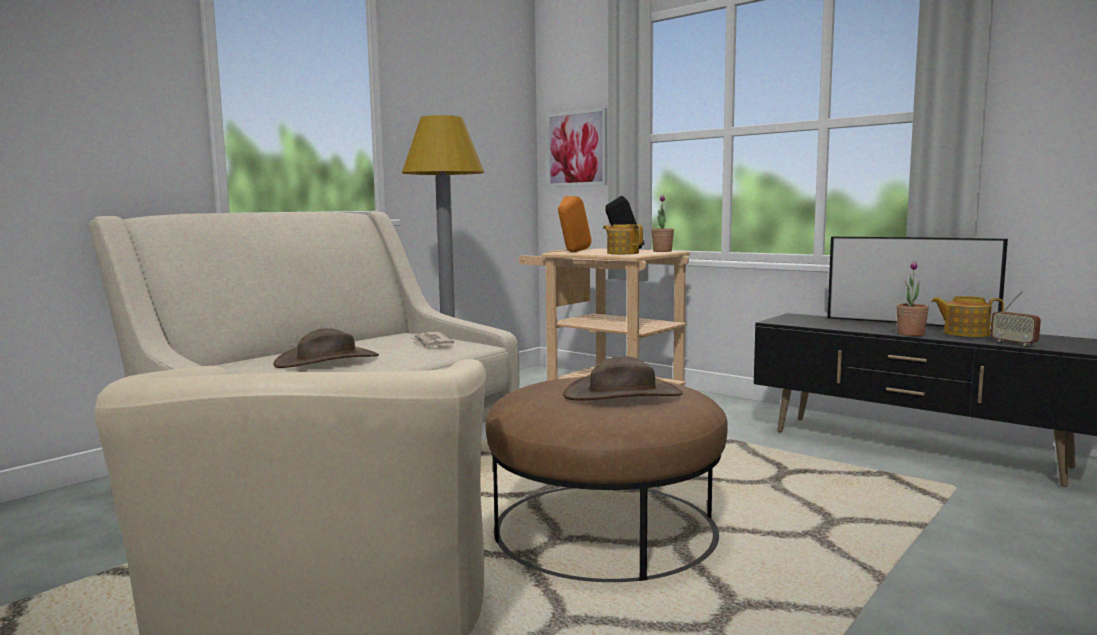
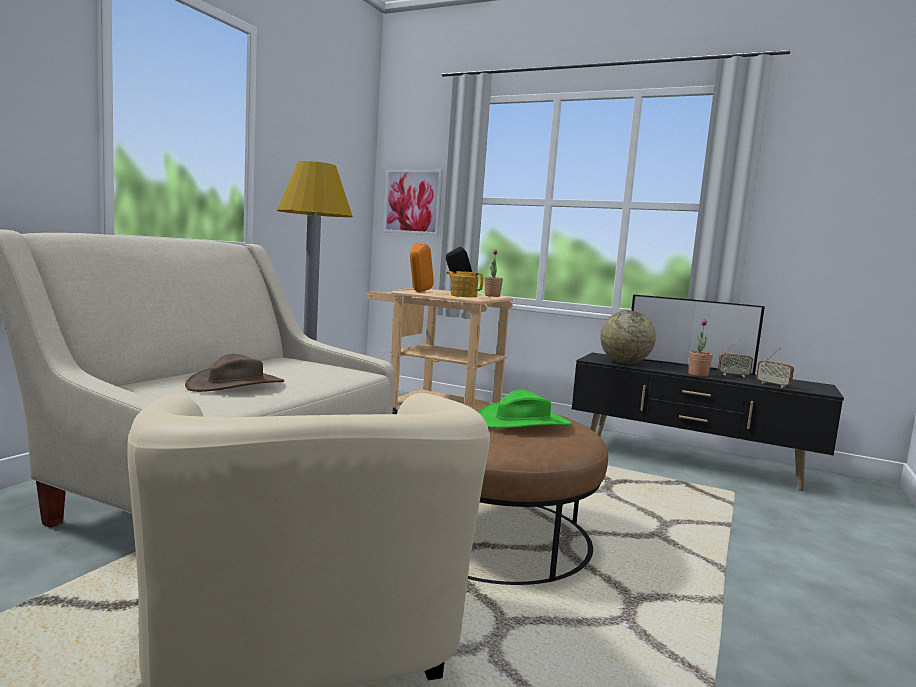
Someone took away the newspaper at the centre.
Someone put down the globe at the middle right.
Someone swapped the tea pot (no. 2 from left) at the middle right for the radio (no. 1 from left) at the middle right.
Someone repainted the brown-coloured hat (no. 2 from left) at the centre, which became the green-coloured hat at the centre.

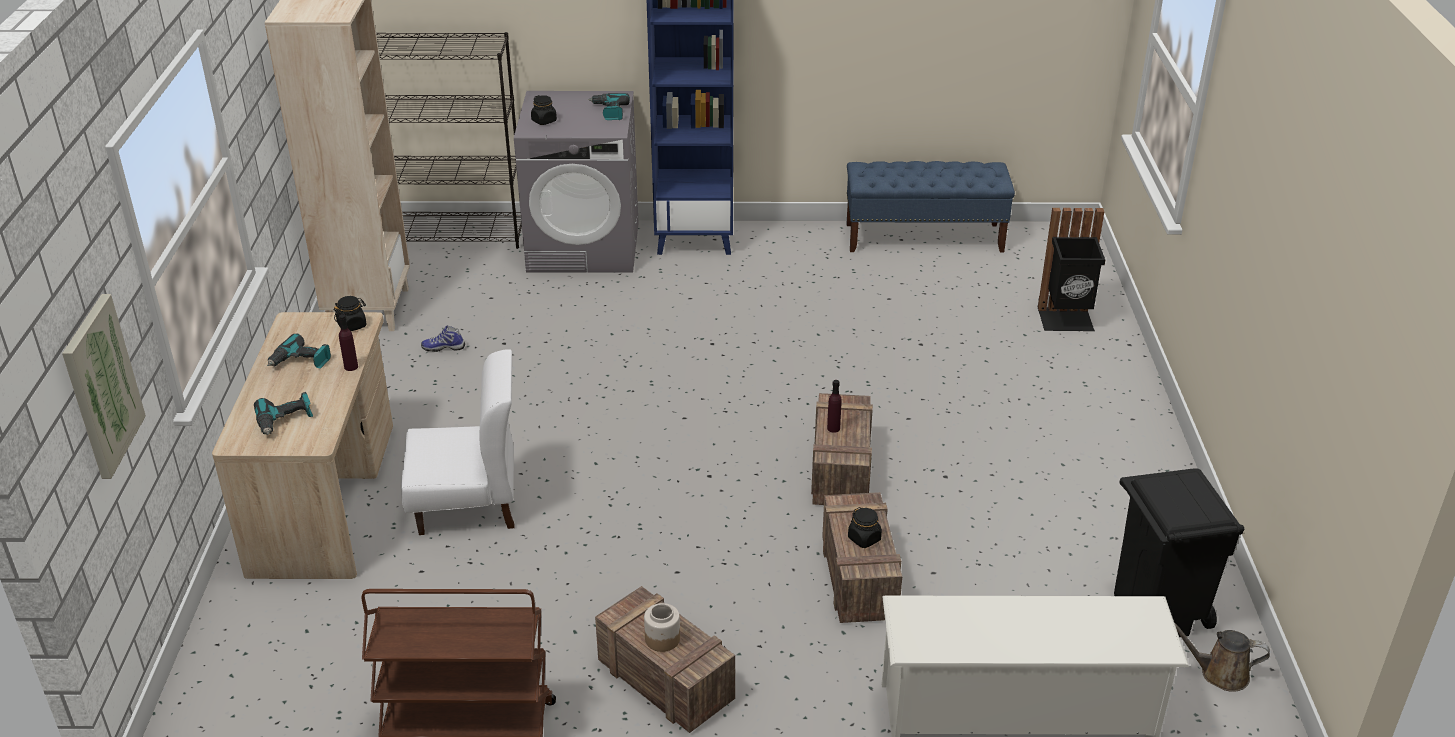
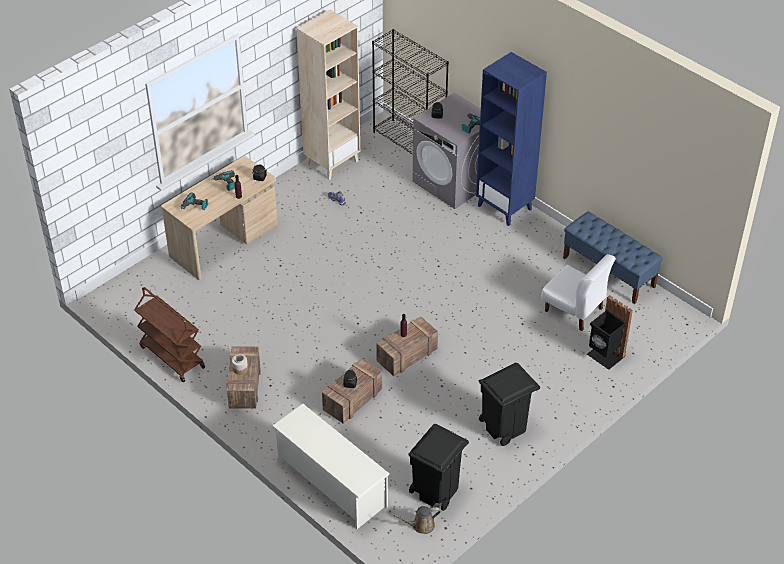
Someone took away the wall picture at the middle left.
Someone put down the black rubbish bin (no. 2 from left) at the bottom centre.
Someone carried the whitish upright chair from the middle left to the middle right.
Someone rotated the brown-coloured watering can at the bottom right by 75 degrees counterclockwise.

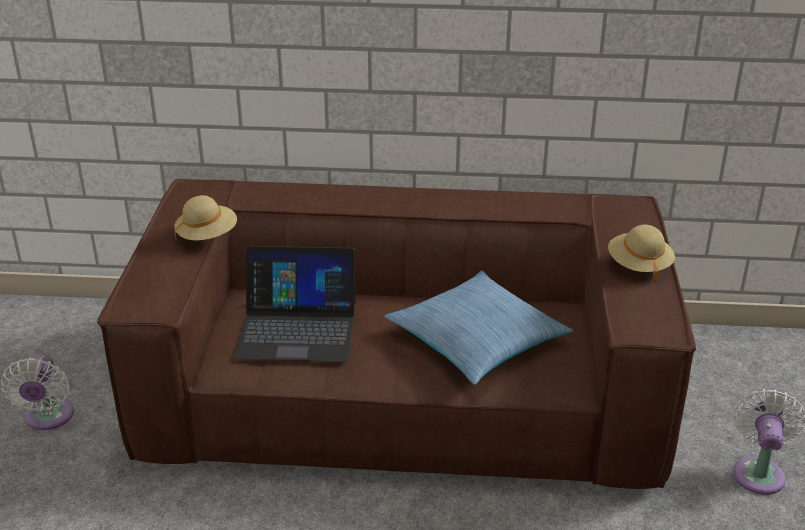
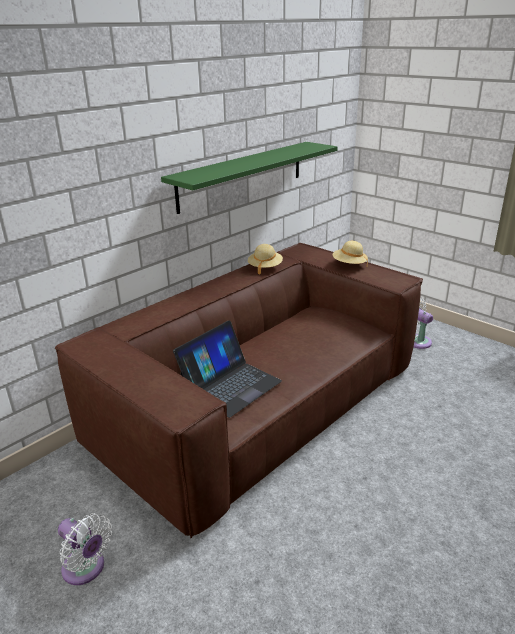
Someone took away the throw pillow at the centre.
Someone put up the green-coloured shelf at the top centre.
Someone carried the sand-coloured hat (no. 1 from left) from the middle left to the centre.

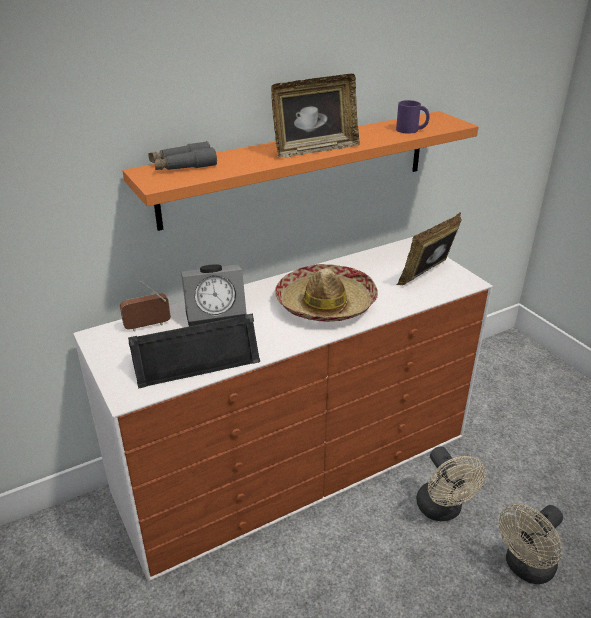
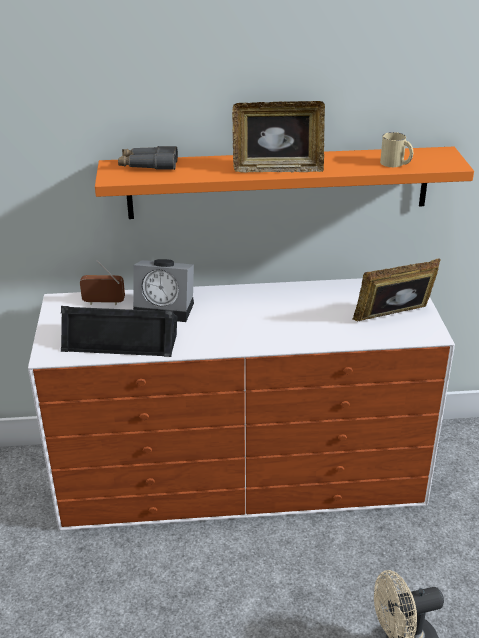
Someone took away the hat at the centre.
Someone took away the sand-coloured fan (no. 1 from left) at the bottom right.
Someone repainted the purple mug at the top right, which became the sand-coloured mug at the top right.

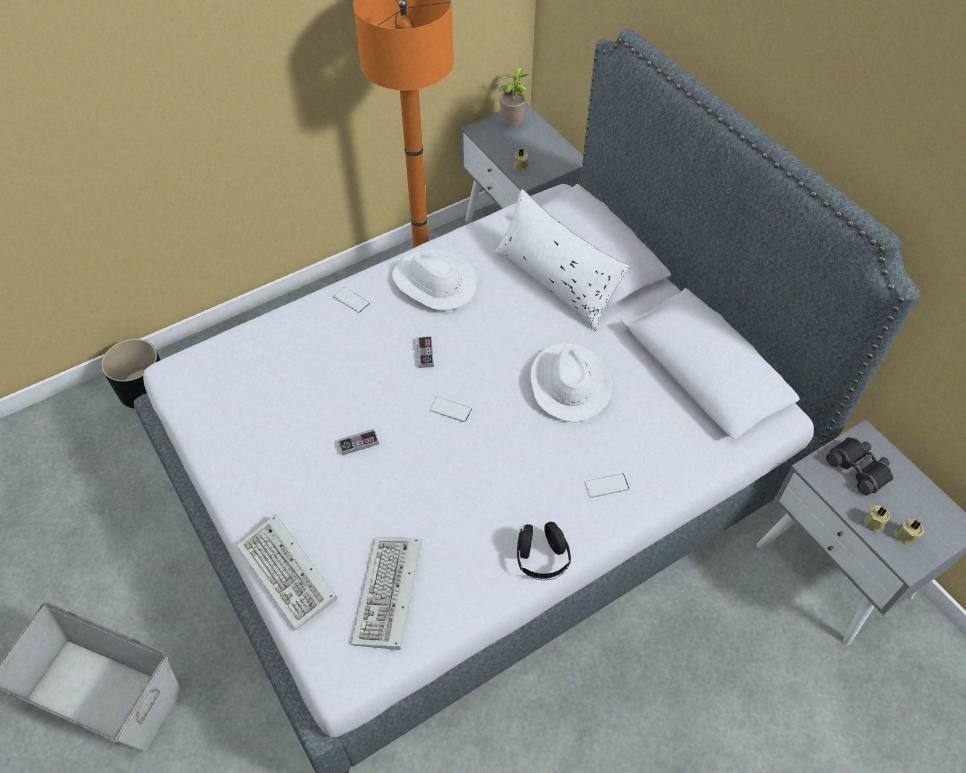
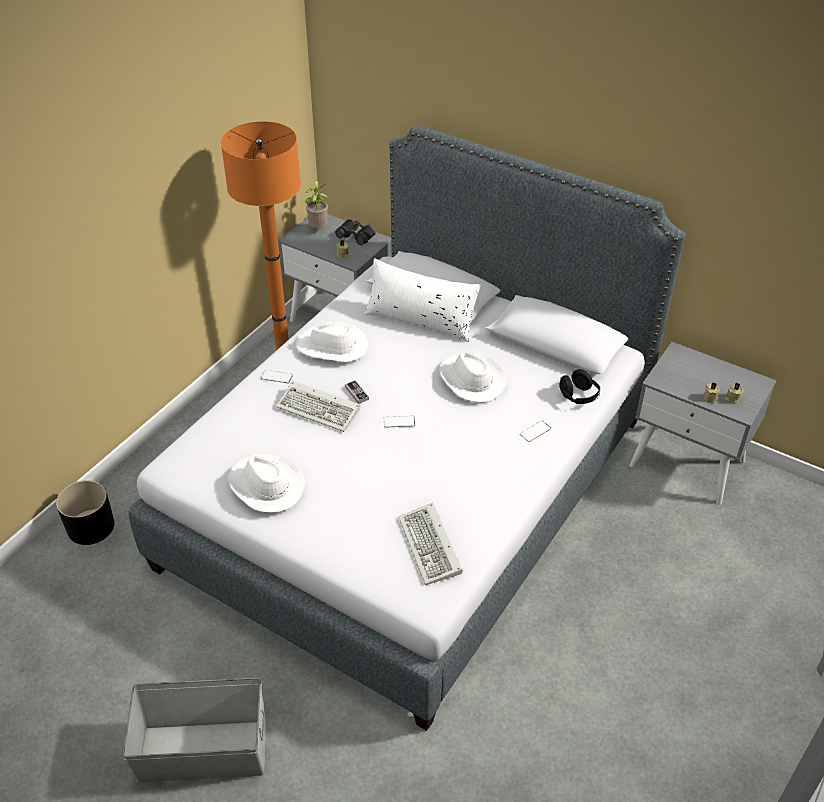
Someone took away the joypad (no. 1 from left) at the centre.
Someone put down the whitish hat (no. 1 from left) at the middle left.
Someone carried the computer keyboard (no. 1 from left) from the bottom left to the centre.
Someone carried the black headset from the bottom centre to the middle right.
Someone carried the black field glasses from the middle right to the top centre.

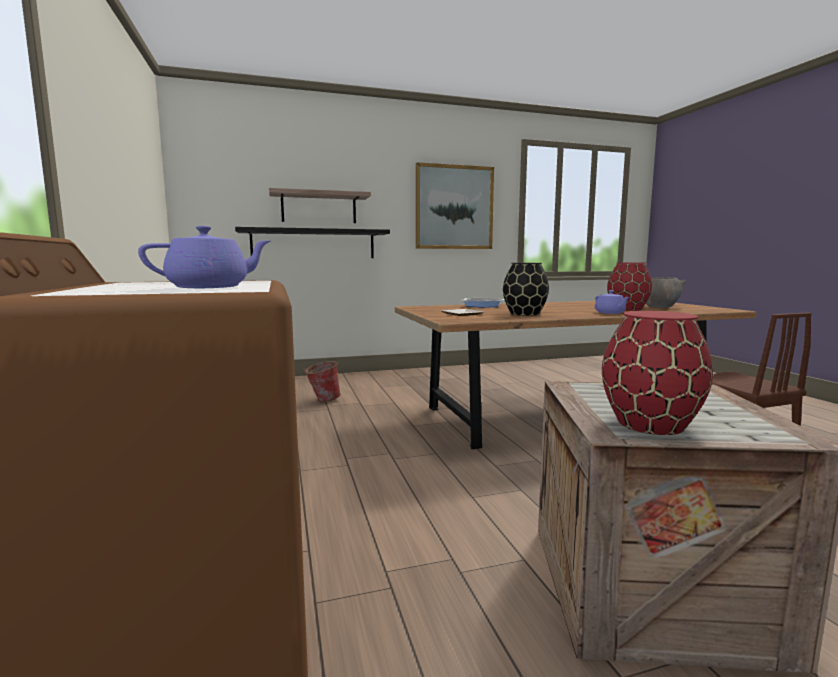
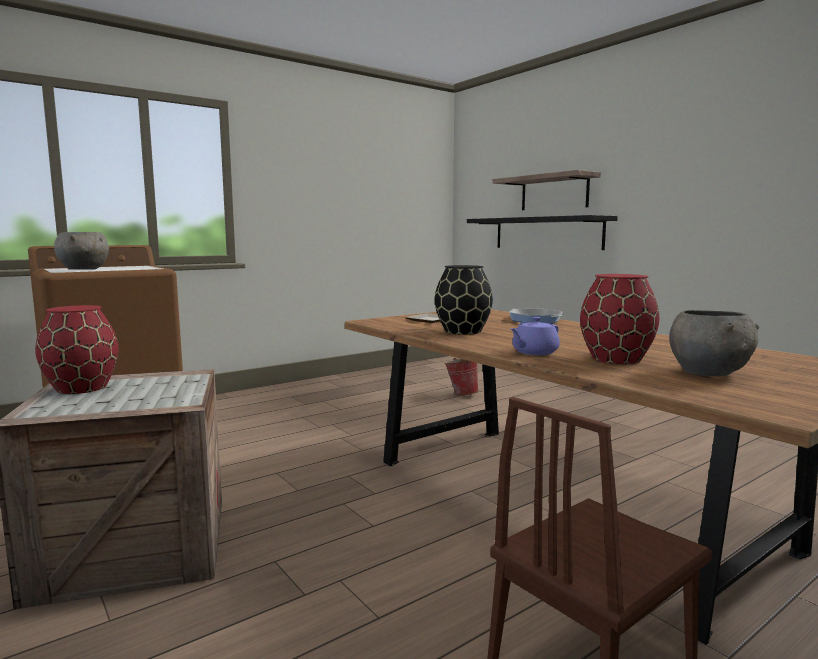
Someone took away the wall picture at the top centre.
Someone swapped the purple tea pot (no. 1 from left) at the middle left for the gray serving bowl (no. 1 from left) at the middle left.

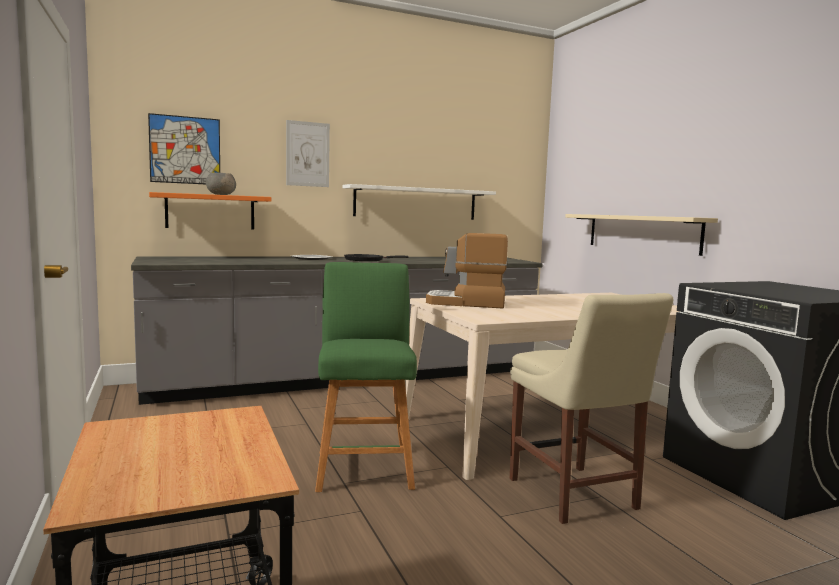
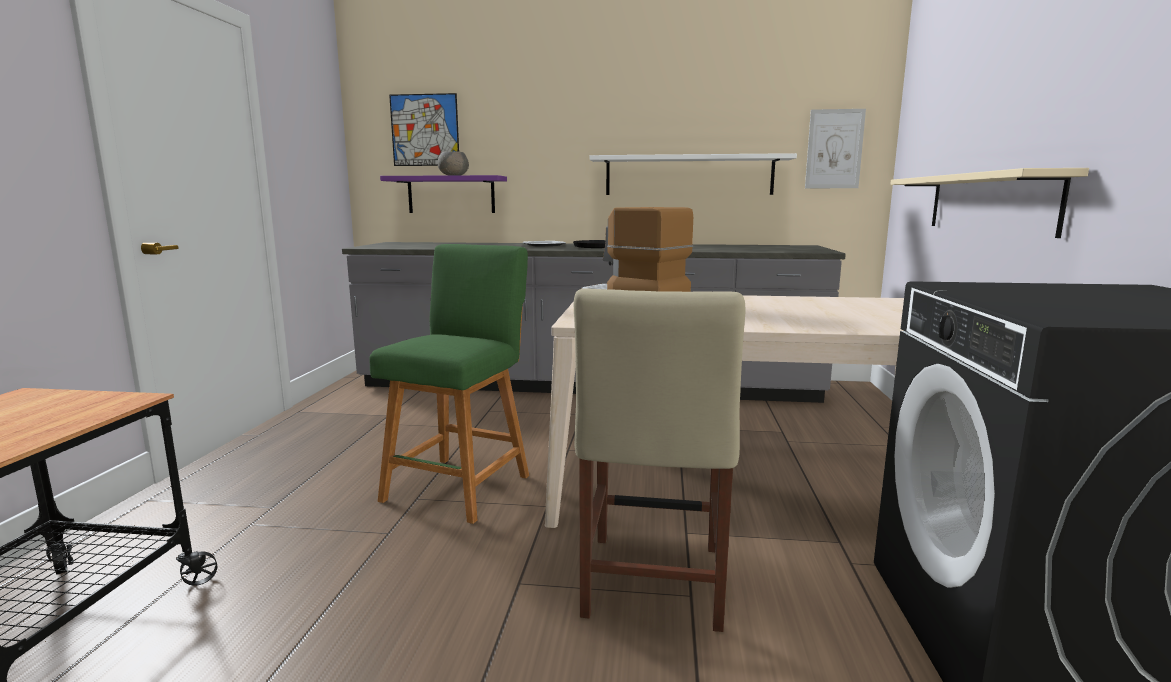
Someone carried the wall picture (no. 2 from left) from the top centre to the top right.
Someone repainted the orange-coloured shelf at the middle left, which became the purple shelf at the top centre.

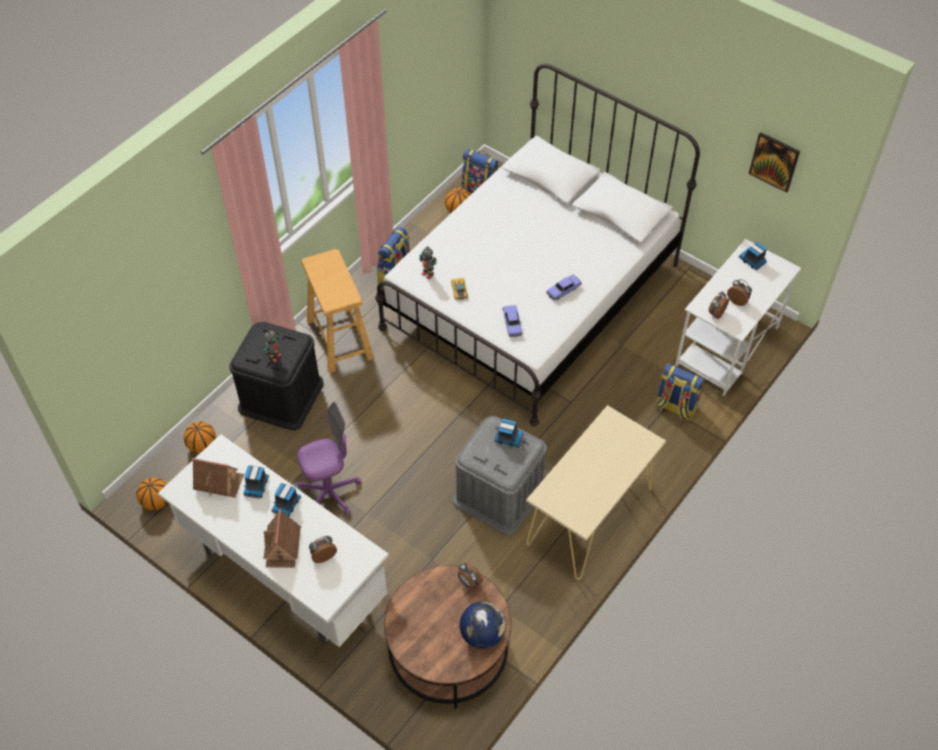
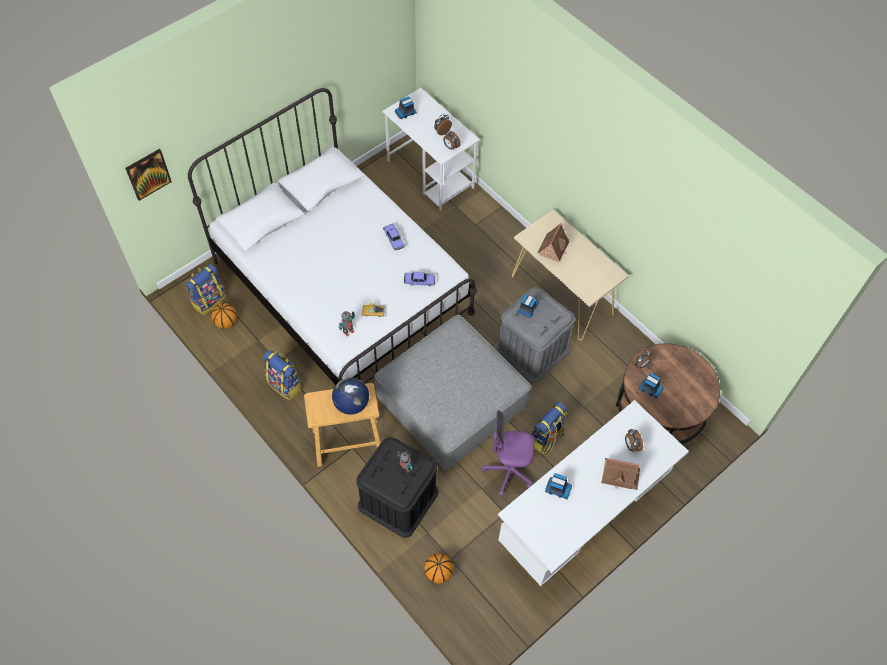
Someone took away the basketball (no. 1 from left) at the middle left.
Someone put down the gray ottoman at the centre.
Someone carried the miniature house (no. 1 from left) from the middle left to the centre.
Someone carried the toy lorry (no. 2 from left in the first image) from the middle left to the middle right.
Someone carried the globe from the bottom centre to the centre.
Someone carried the knapsack (no. 3 from left) from the middle right to the centre.
Someone carried the wall picture from the top right to the top left.
Someone rotated the purple office chair at the centre by 75 degrees counterclockwise.

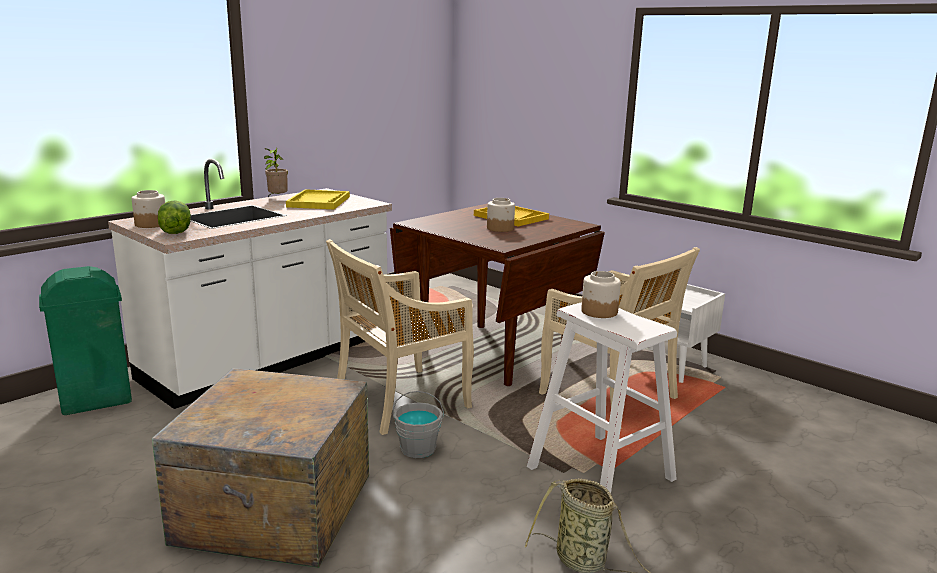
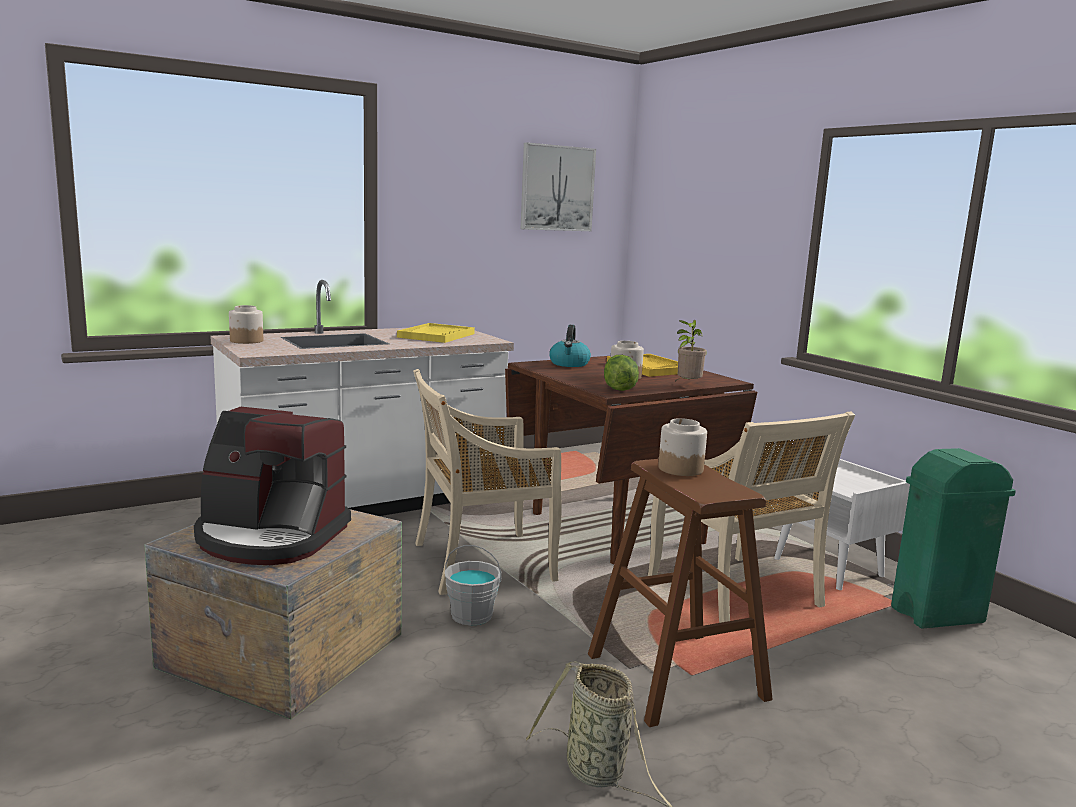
Someone put down the coffee brewer at the middle left.
Someone put up the wall picture at the top centre.
Someone put down the water kettle at the centre.
Someone carried the green-coloured rubbish bin from the middle left to the bottom right.
Someone carried the head of lettuce from the middle left to the centre.
Someone carried the potted plant from the top left to the centre.
Someone repainted the whitish sitting stool at the bottom centre, which became the brown-coloured sitting stool at the bottom centre.

